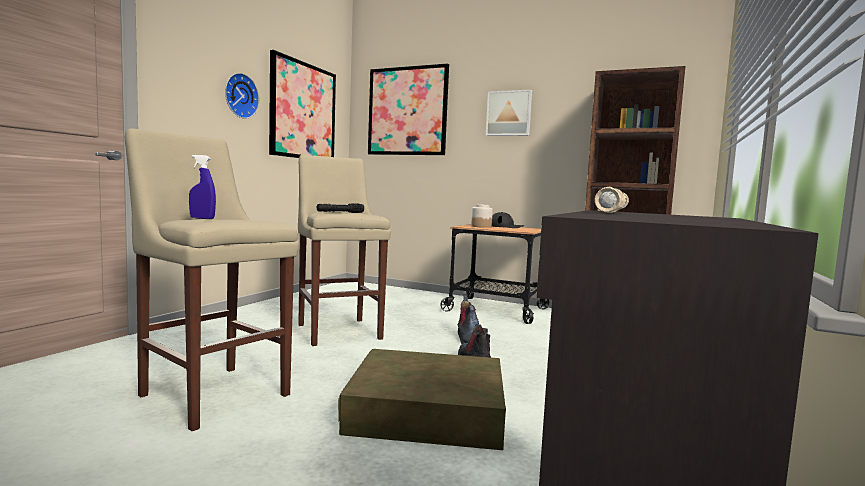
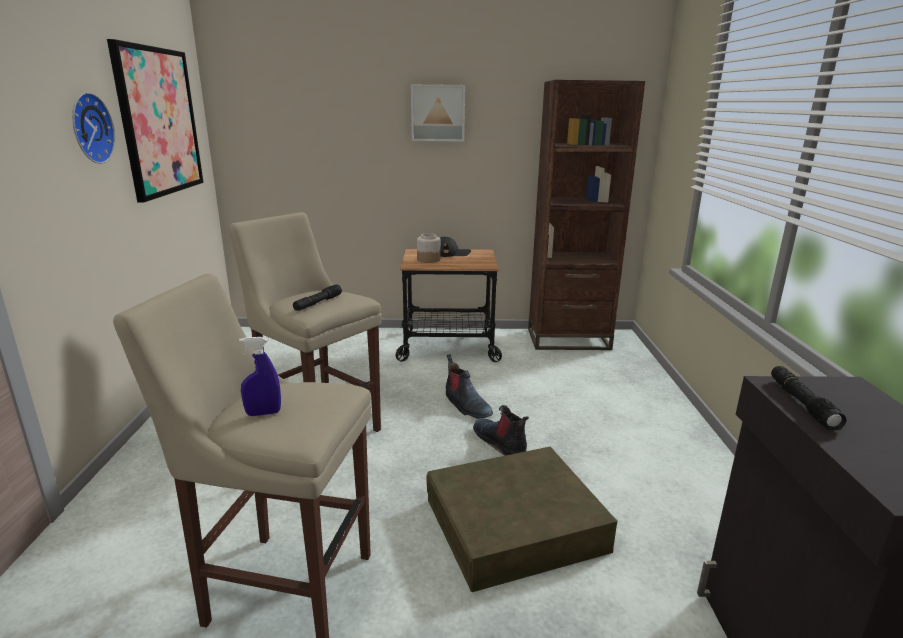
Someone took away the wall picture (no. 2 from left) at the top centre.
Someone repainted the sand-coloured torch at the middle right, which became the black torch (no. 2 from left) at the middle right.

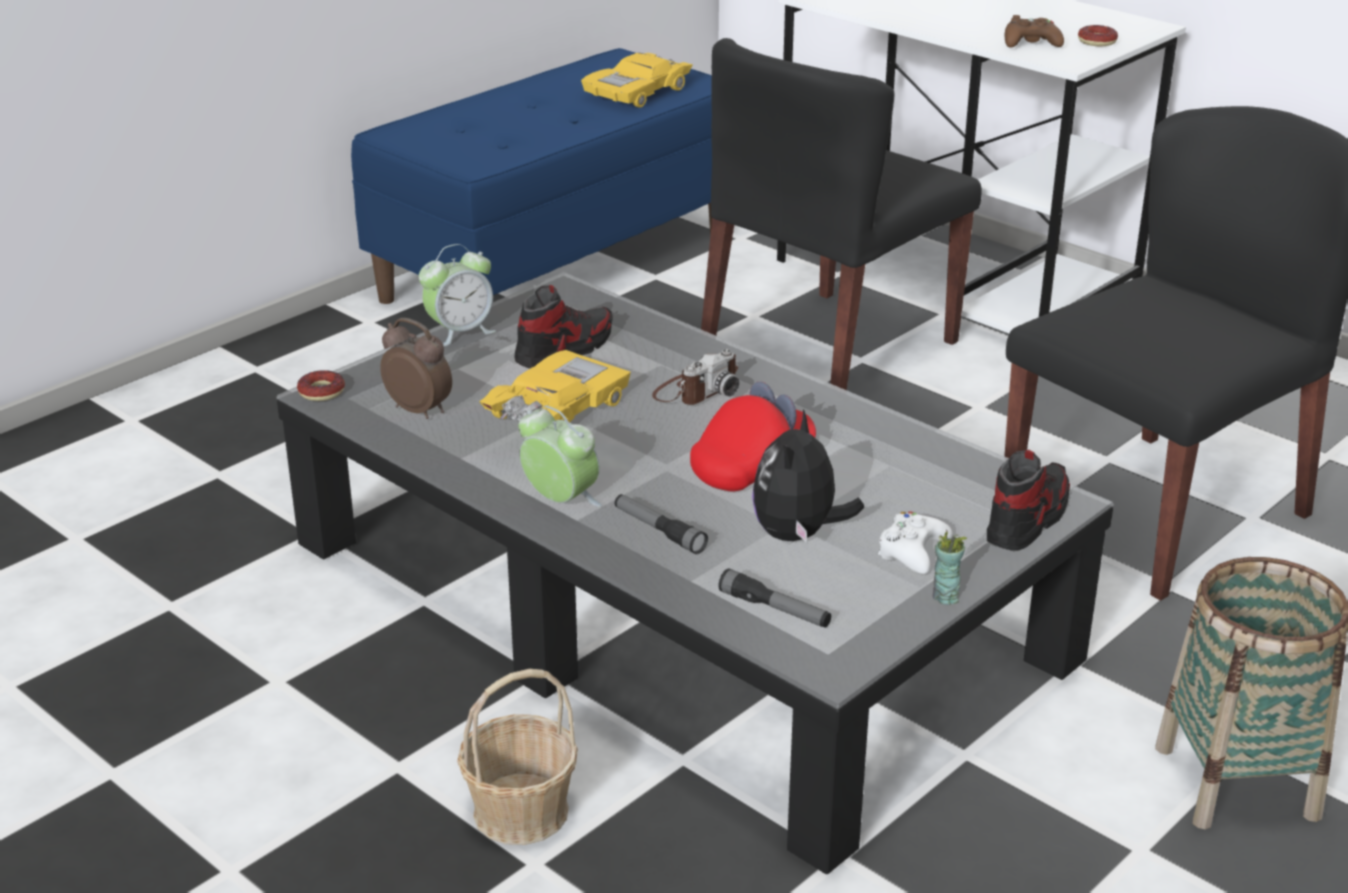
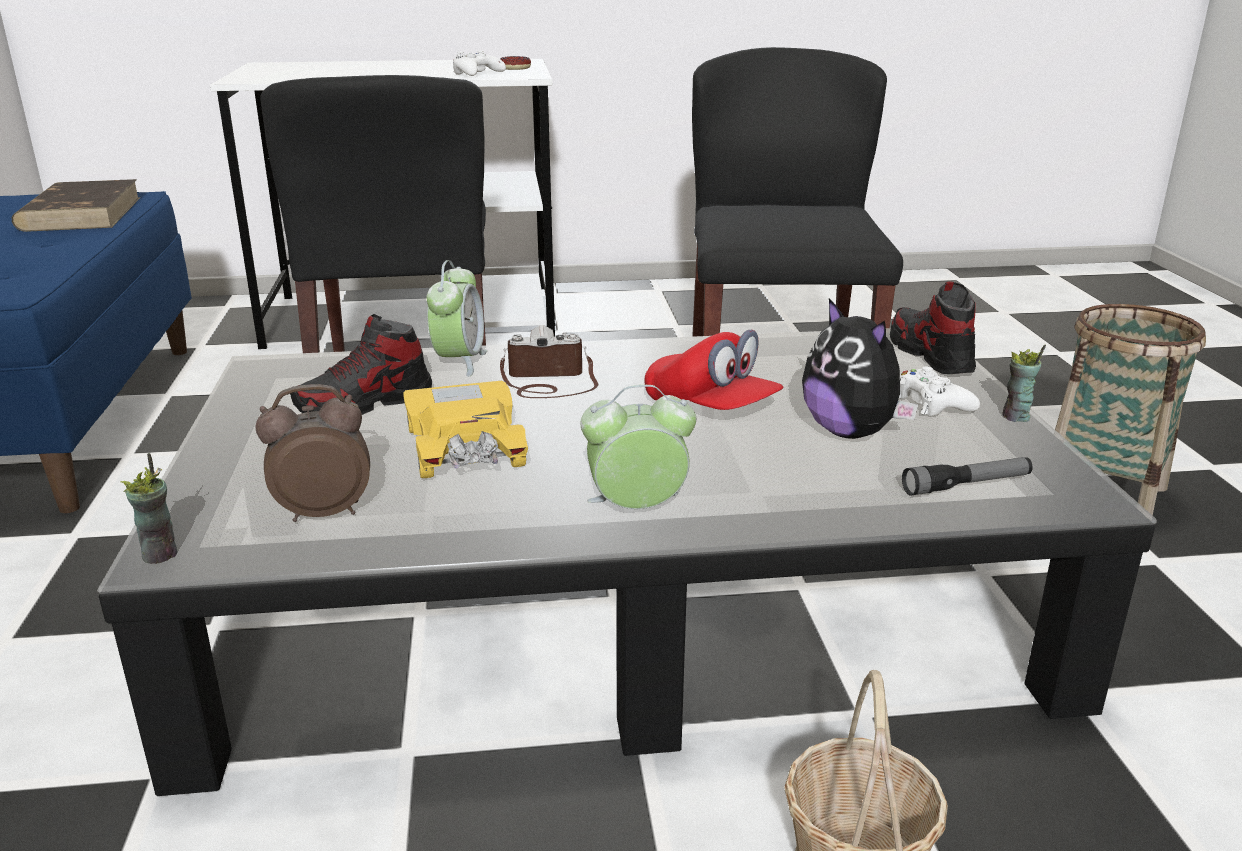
Someone took away the torch (no. 1 from left) at the centre.
Someone carried the alarm clock (no. 2 from left) from the top centre to the centre.
Someone swapped the donut (no. 1 from left) at the middle left for the cup (no. 1 from left) at the middle left.
Someone swapped the yellow-coloured model car (no. 2 from left) at the top centre for the brown-coloured book at the top left.
Someone repainted the brown-coloured joypad at the top right, which became the whitish joypad (no. 1 from left) at the top centre.
Someone rotated the shoe (no. 1 from left) at the centre by 120 degrees counterclockwise.
Someone rotated the photo camera at the centre by 90 degrees counterclockwise.
Someone rotated the red-coloured cap at the centre by 135 degrees clockwise.

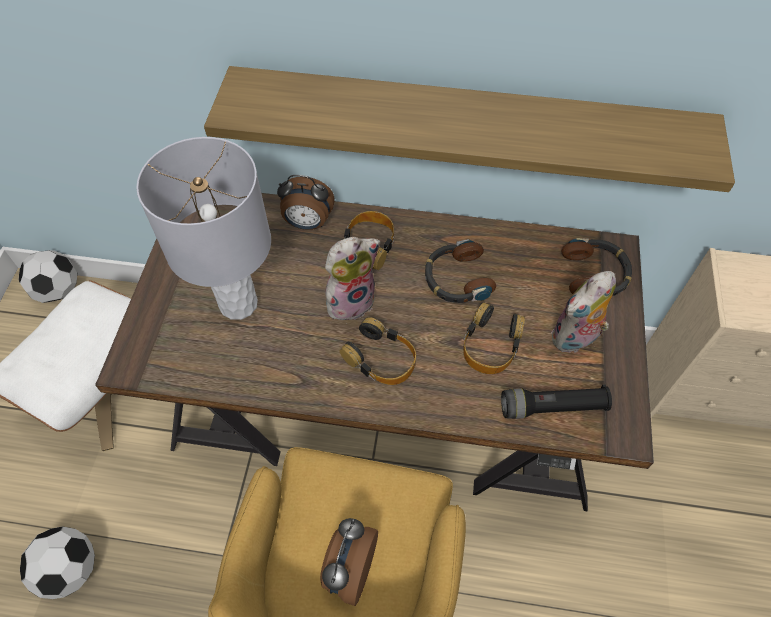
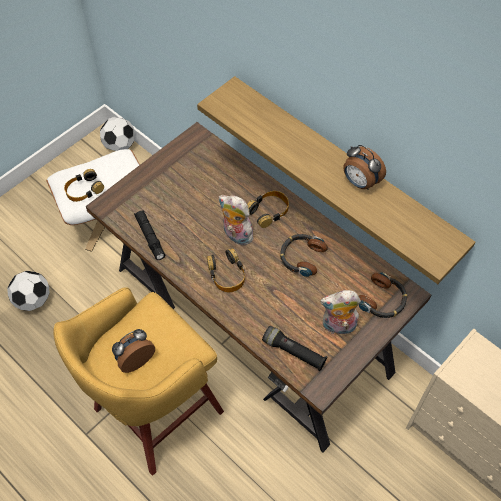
Someone took away the gray table lamp at the middle left.
Someone put down the black torch (no. 1 from left) at the middle left.
Someone carried the alarm clock (no. 1 from left in the first image) from the top centre to the middle right.
Someone carried the headset (no. 4 from left in the first image) from the centre to the middle left.
Someone rotated the plush toy (no. 1 from left) at the centre by 150 degrees counterclockwise.

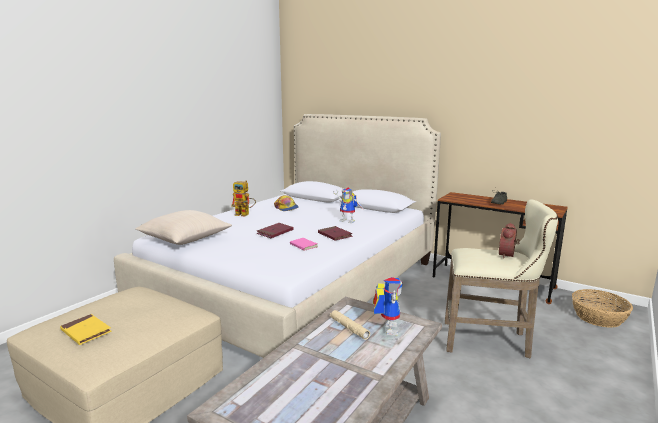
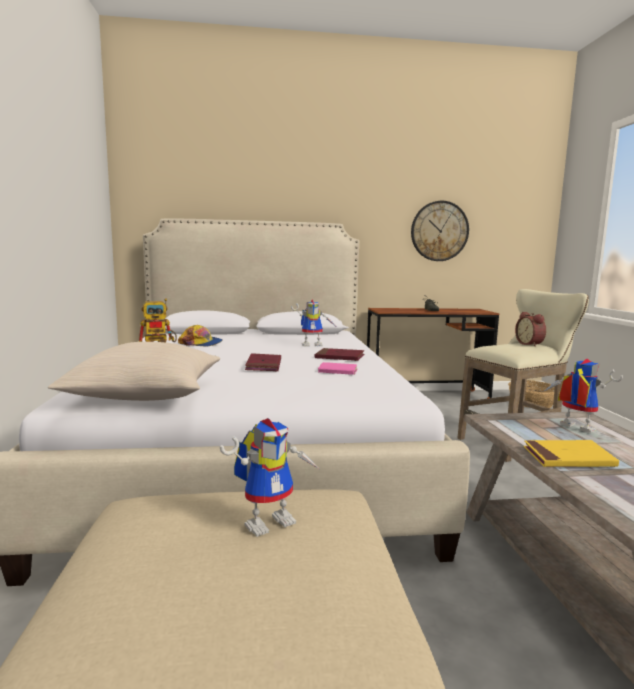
Someone took away the sand-coloured torch at the bottom centre.
Someone put down the robot figure (no. 2 from left) at the bottom centre.
Someone put up the clock on the wall at the middle right.
Someone carried the yellow-coloured book from the bottom left to the middle right.

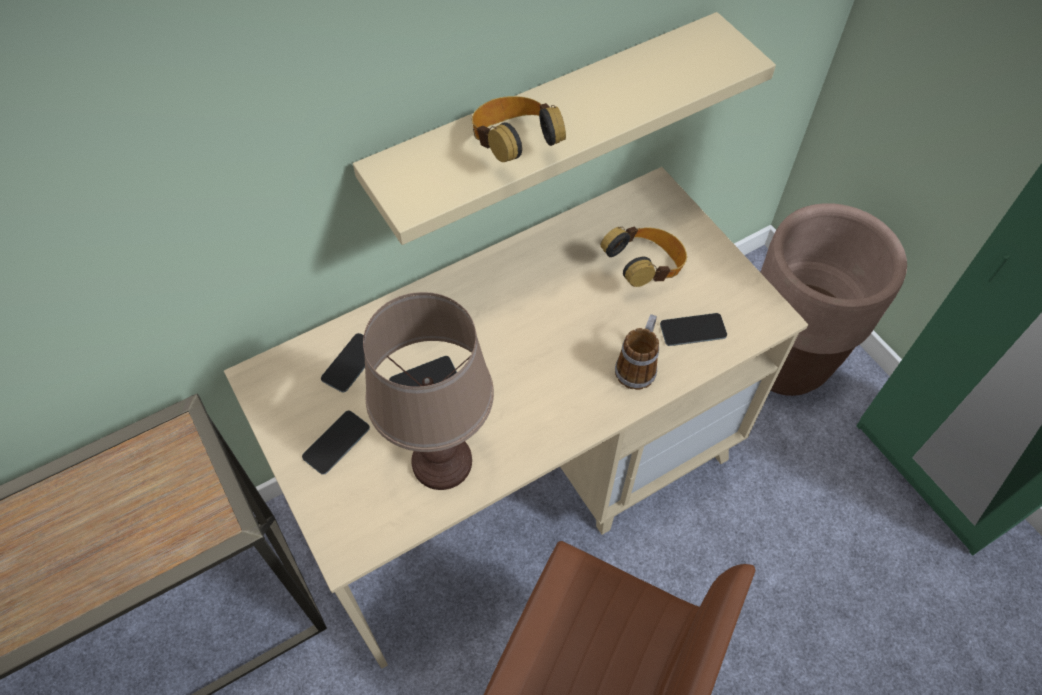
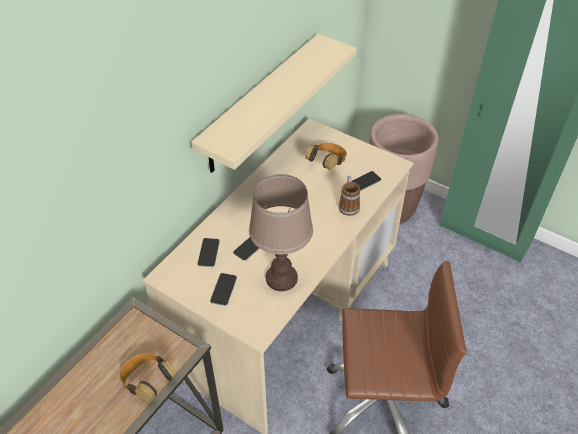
Someone carried the headset (no. 1 from left) from the top centre to the bottom left.

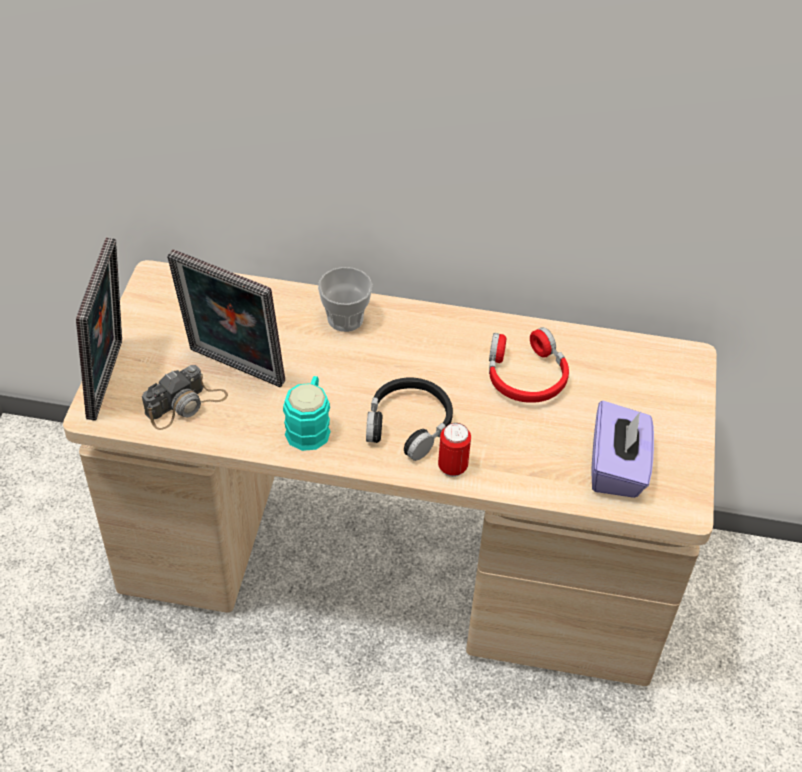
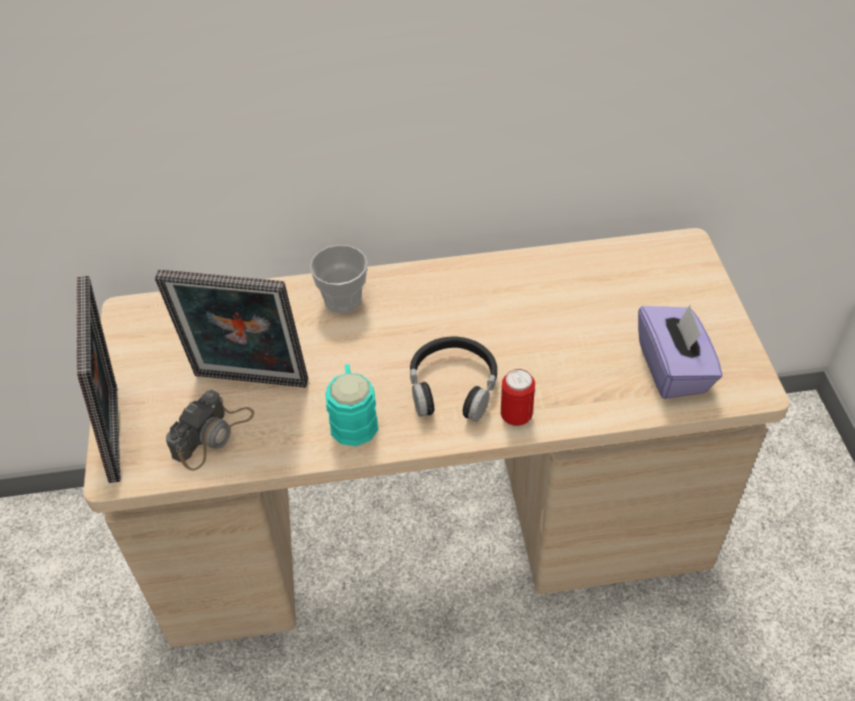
Someone took away the red-coloured headset at the centre.

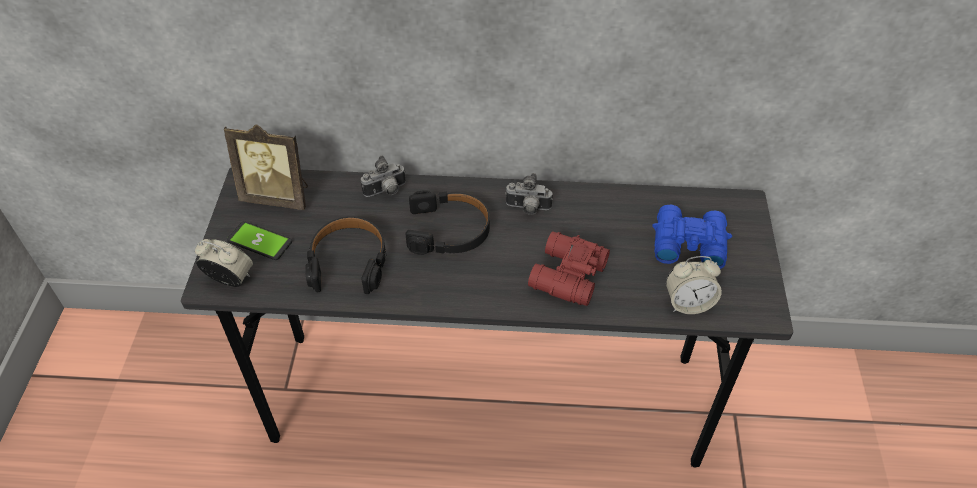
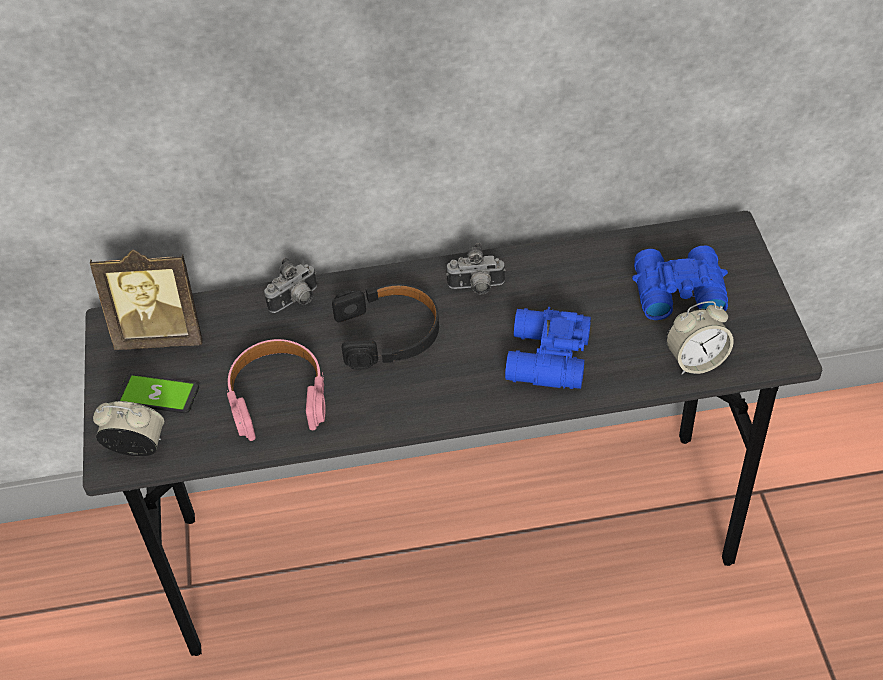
Someone repainted the black headset (no. 1 from left) at the centre, which became the pink headset at the middle left.
Someone repainted the red-coloured field glasses at the centre, which became the blue-coloured field glasses (no. 1 from left) at the centre.

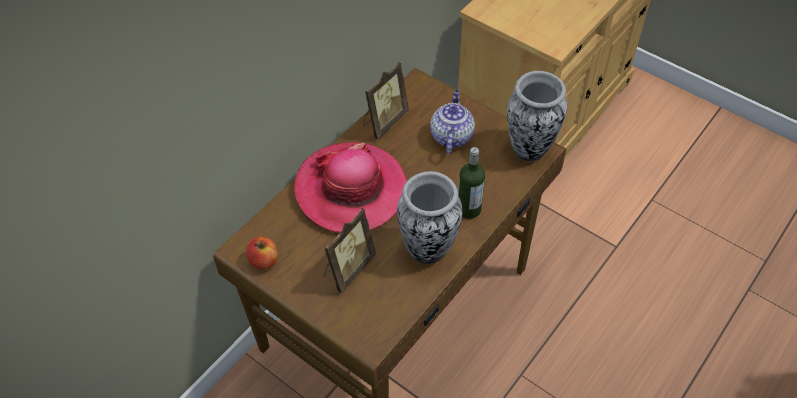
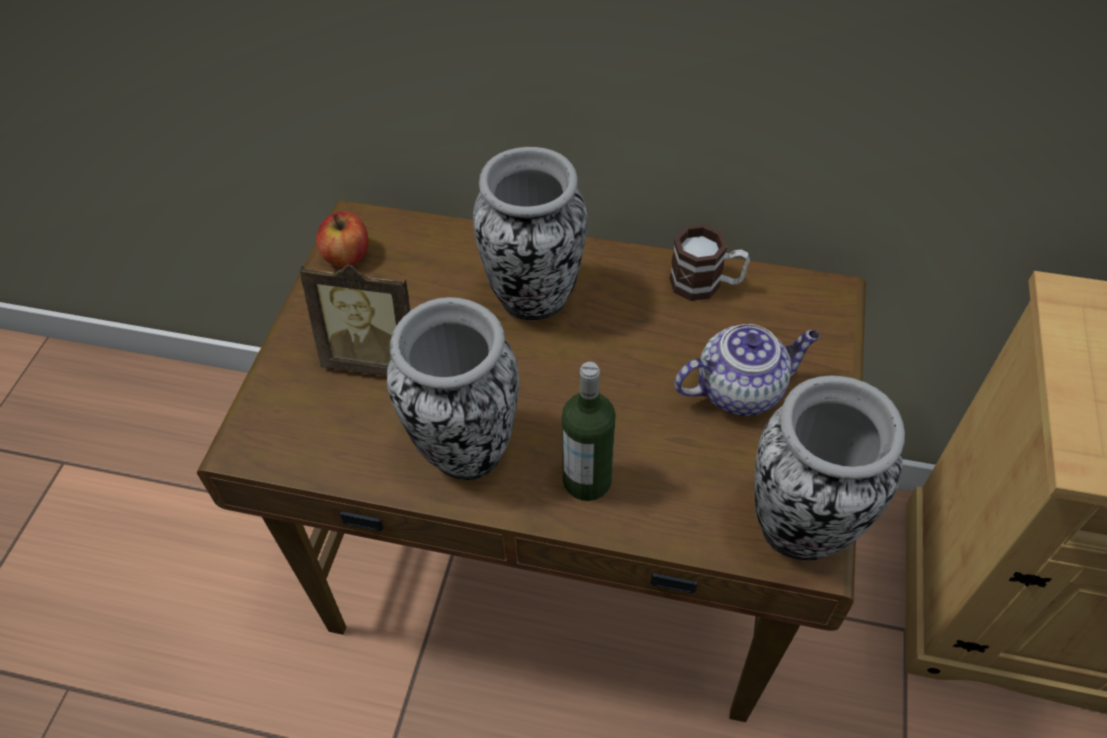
Someone swapped the hat at the centre for the decorative vase (no. 2 from left) at the top centre.
Someone swapped the picture frame (no. 2 from left) at the top centre for the mug at the centre.

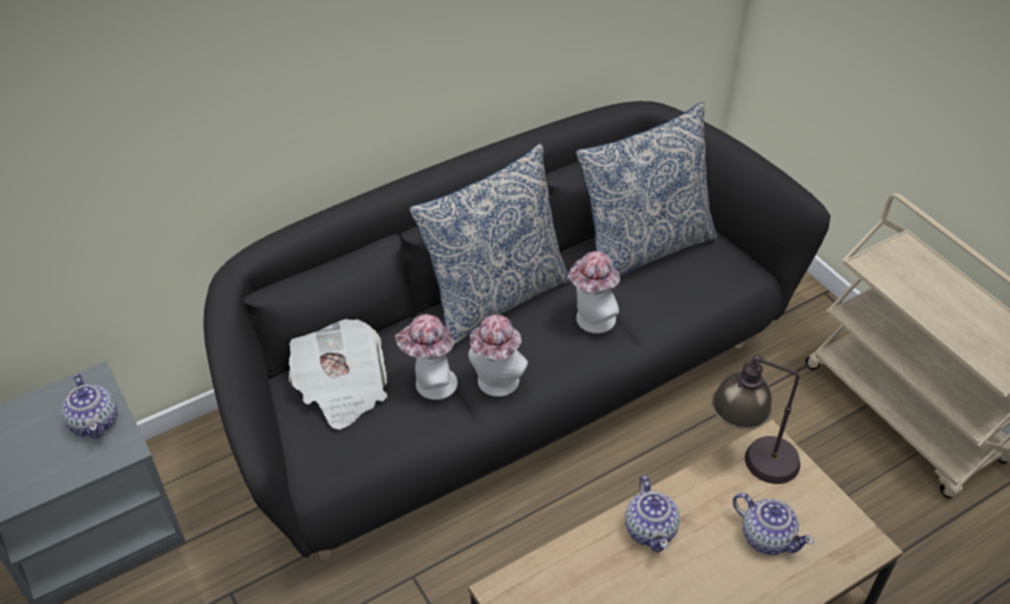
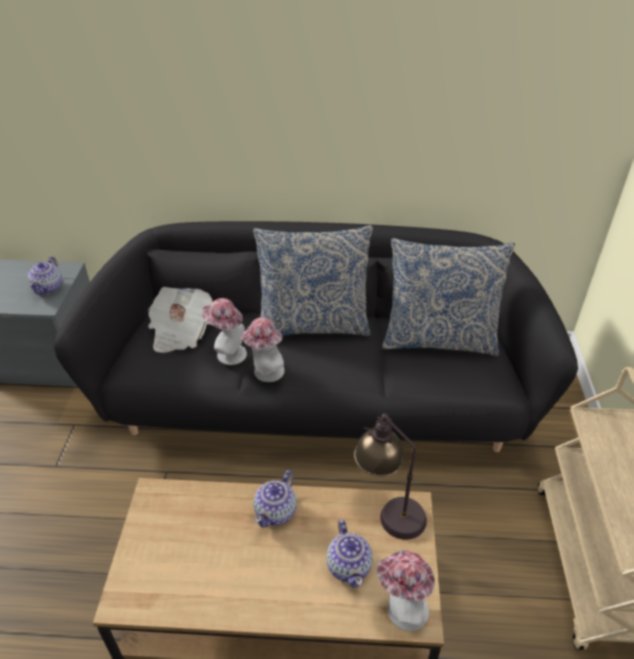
Someone carried the hat (no. 3 from left) from the centre to the bottom centre.

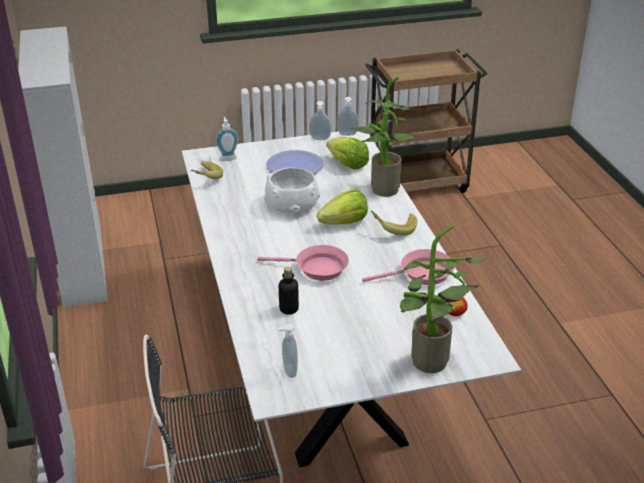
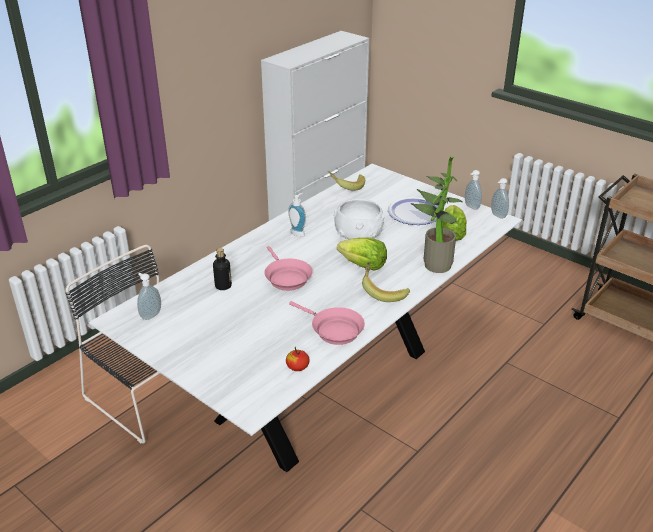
Someone took away the potted plant (no. 2 from left) at the middle right.
Someone carried the soap dispenser (no. 1 from left in the first image) from the top centre to the centre.

